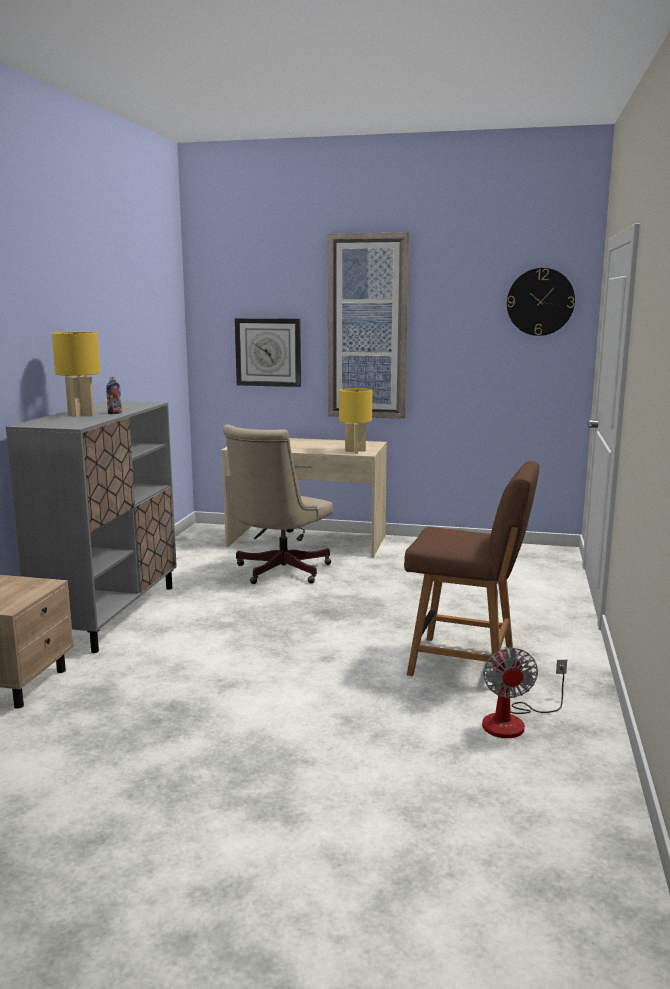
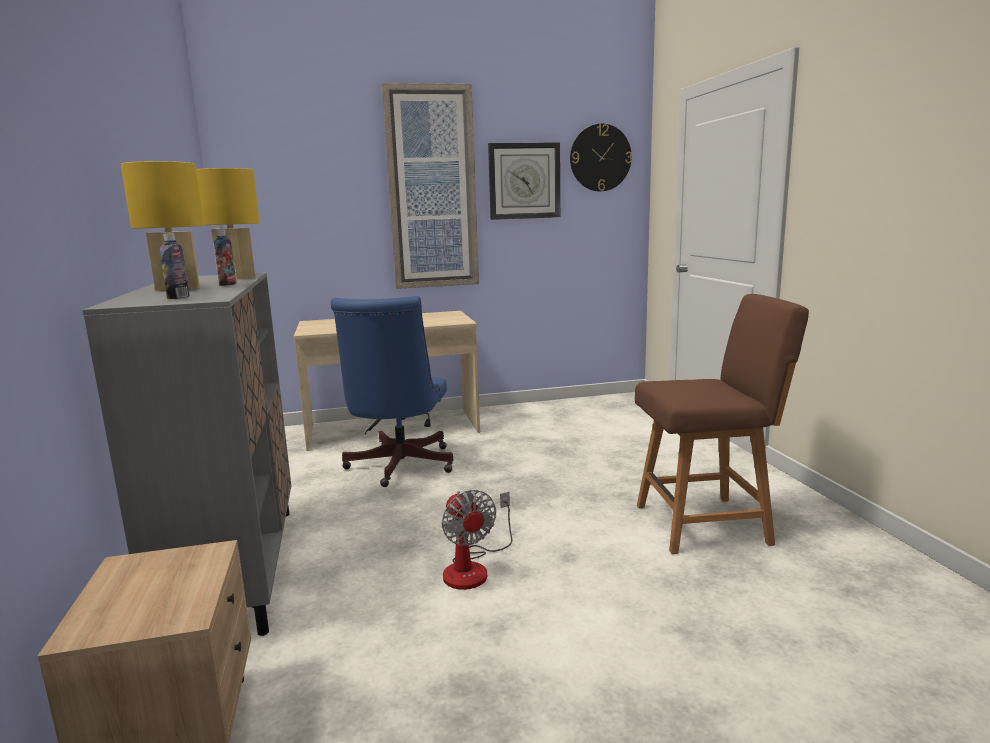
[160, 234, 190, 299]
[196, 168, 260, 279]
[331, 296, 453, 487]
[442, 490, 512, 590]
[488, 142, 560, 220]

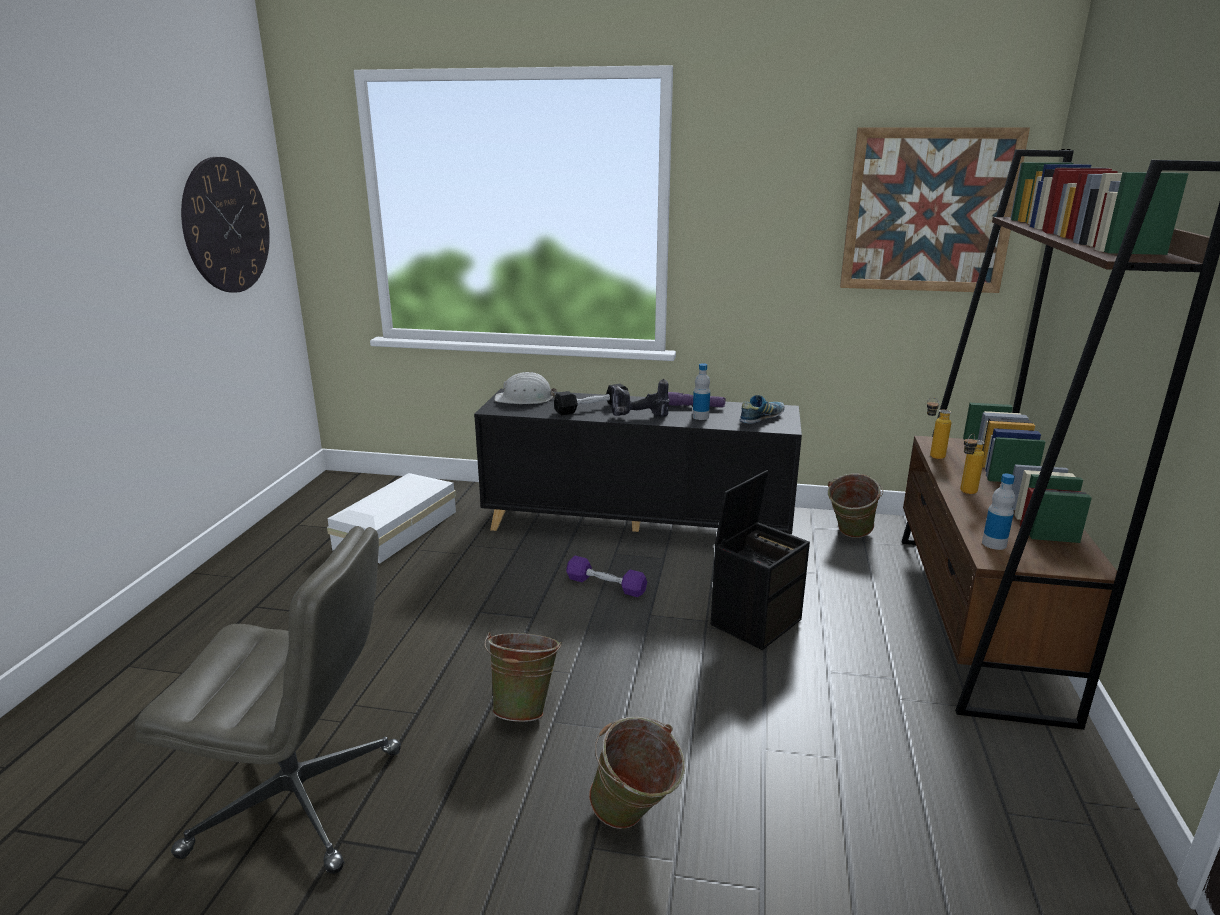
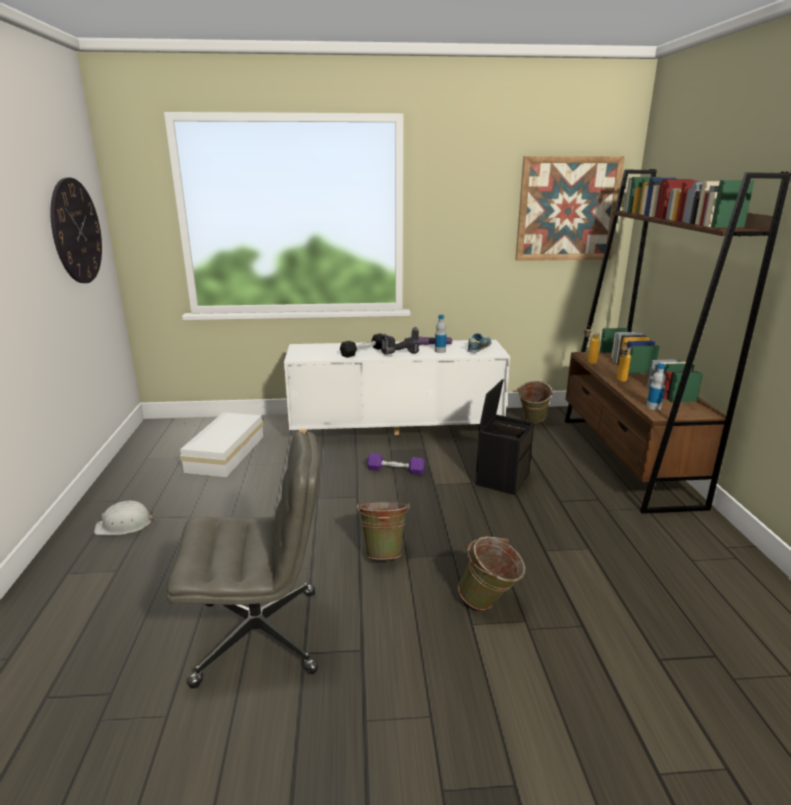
[94, 501, 155, 535]
[284, 340, 510, 435]

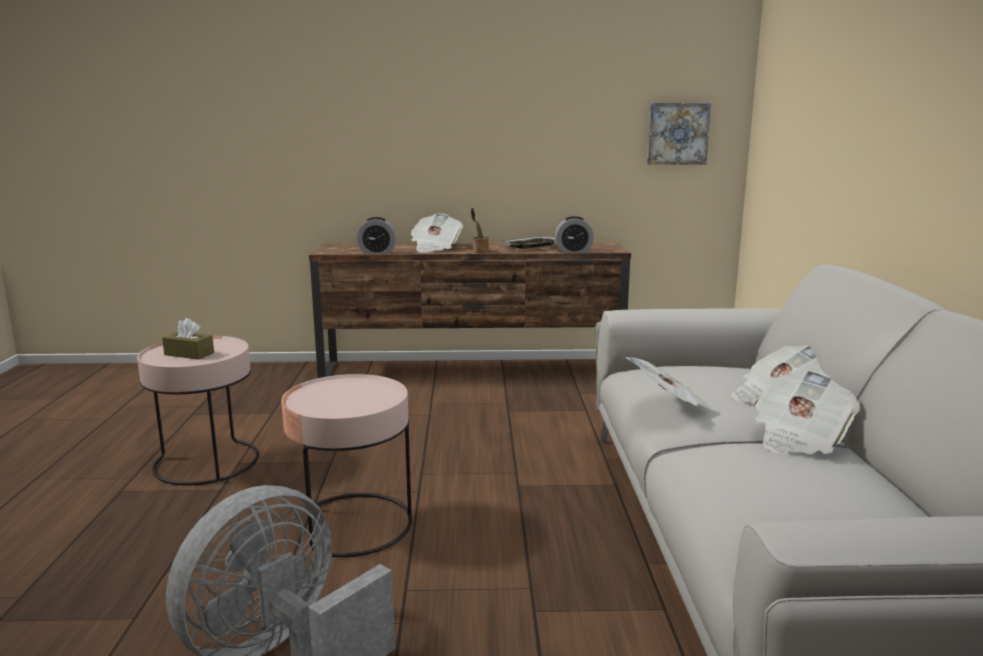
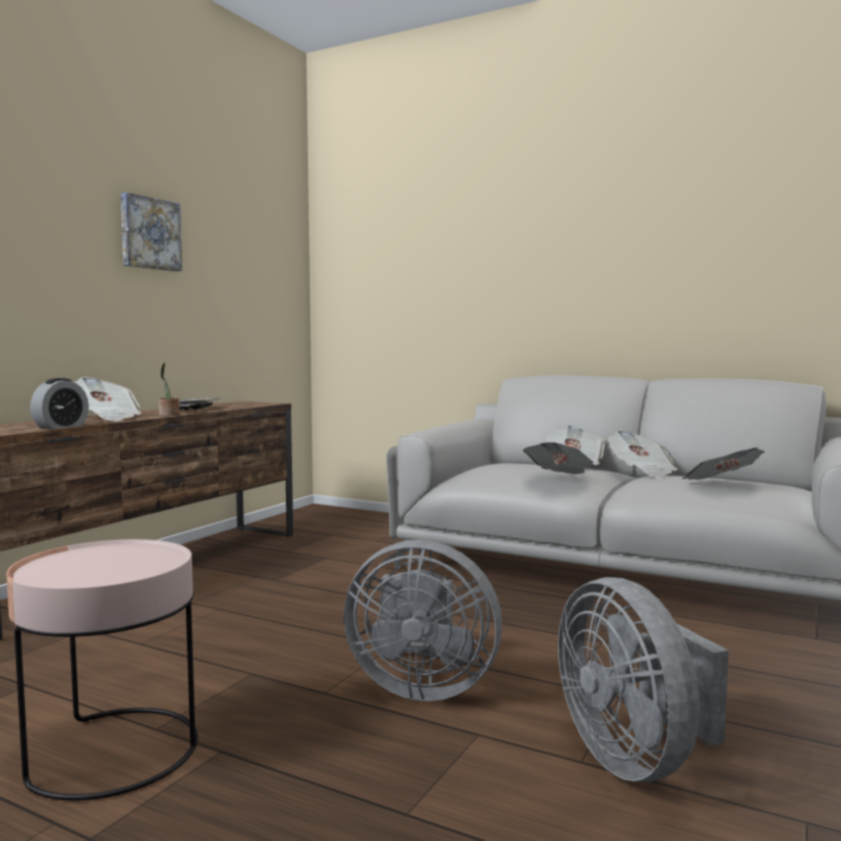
[121, 192, 182, 272]
[344, 540, 502, 701]
[682, 448, 764, 480]
[162, 318, 214, 360] (first image)
[554, 216, 594, 253] (first image)

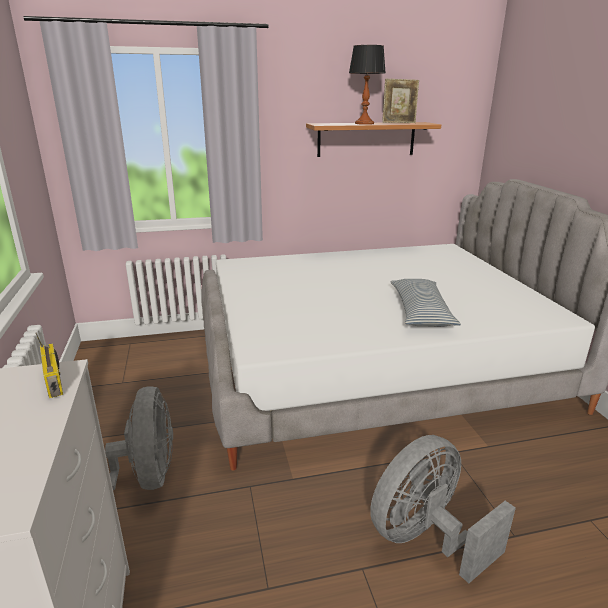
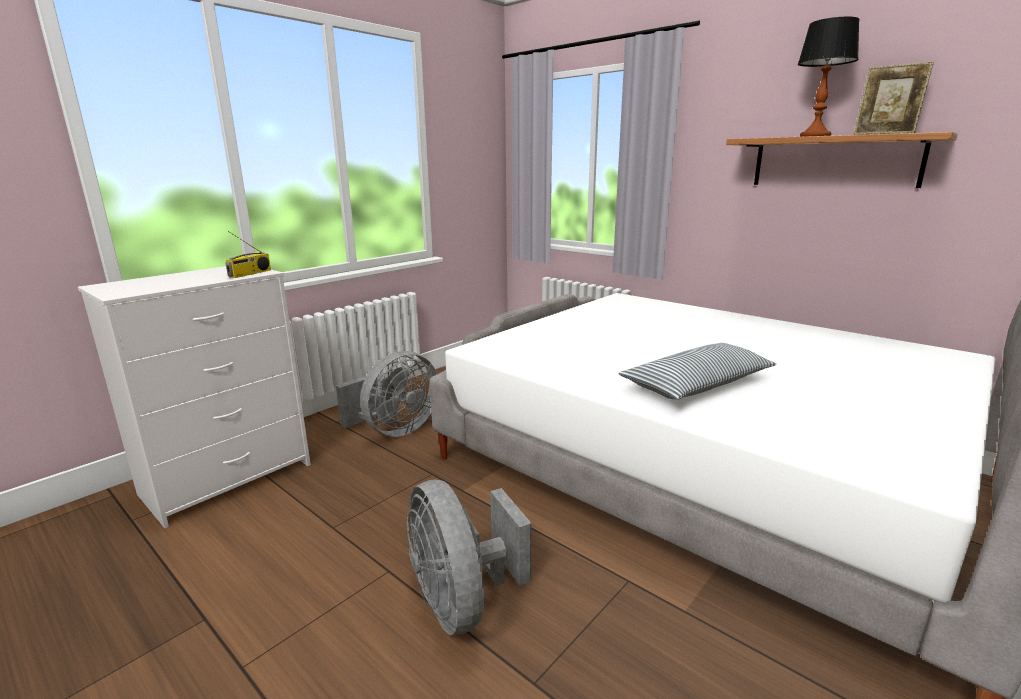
[407, 479, 532, 635]

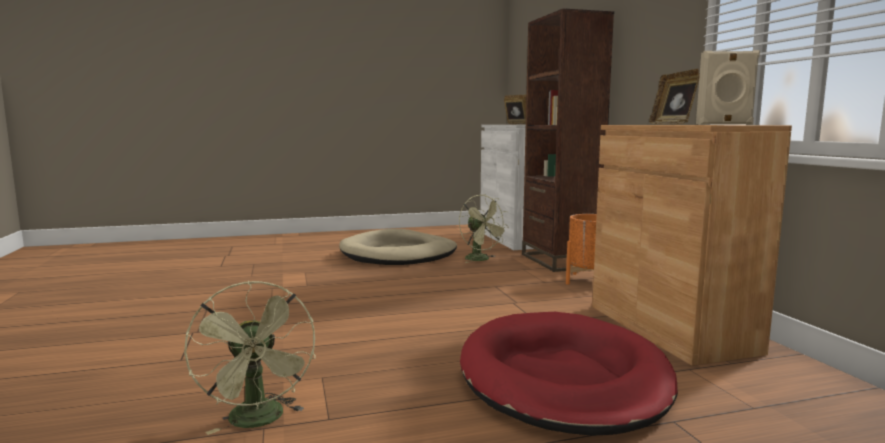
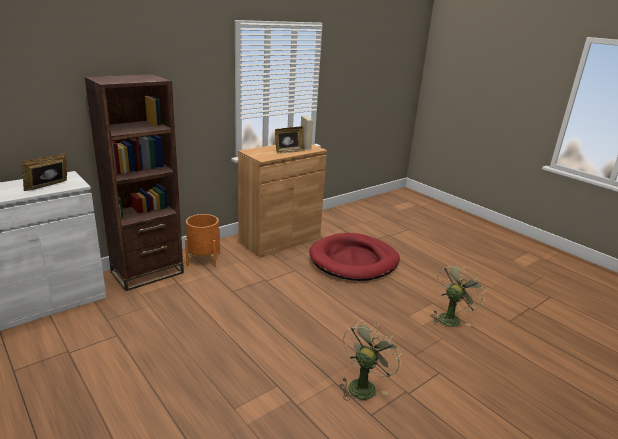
[339, 320, 403, 400]
[339, 229, 457, 265] (first image)

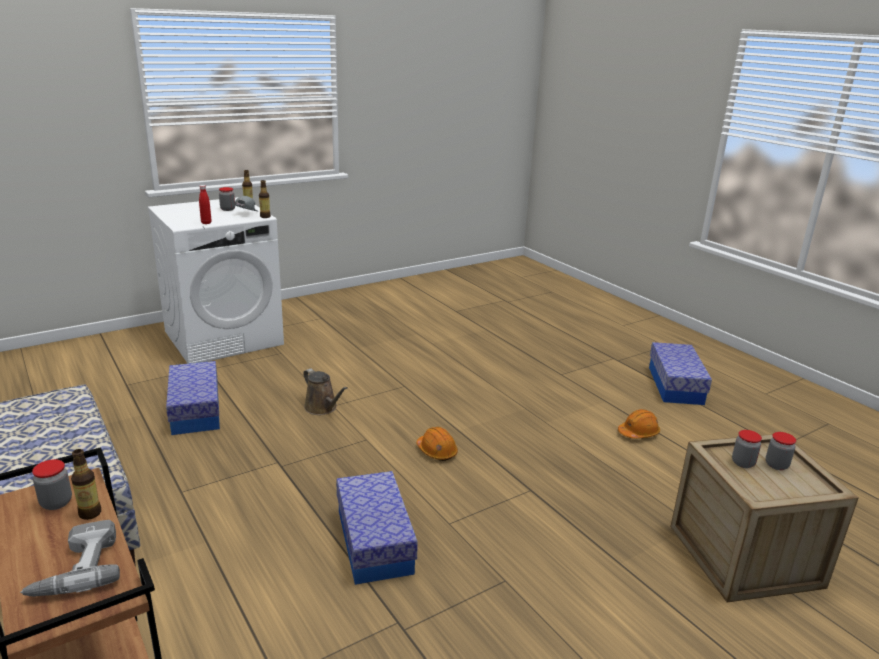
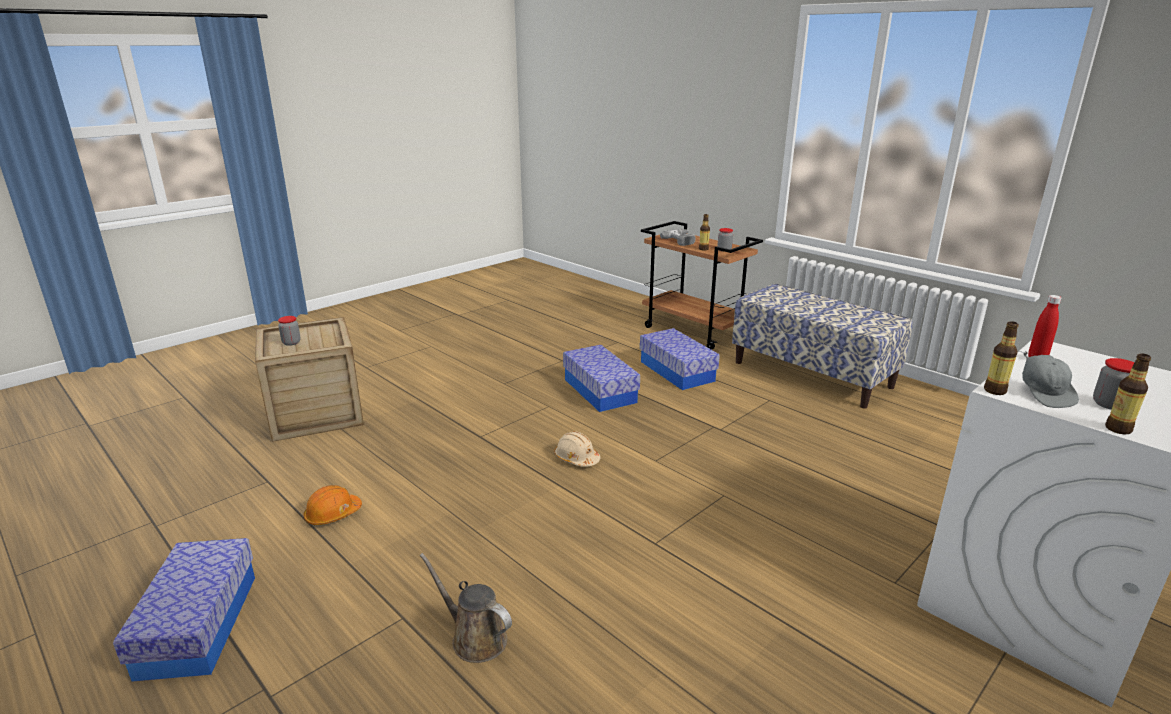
[420, 553, 512, 663]
[554, 432, 600, 467]
[640, 328, 720, 390]
[732, 430, 762, 468] (first image)

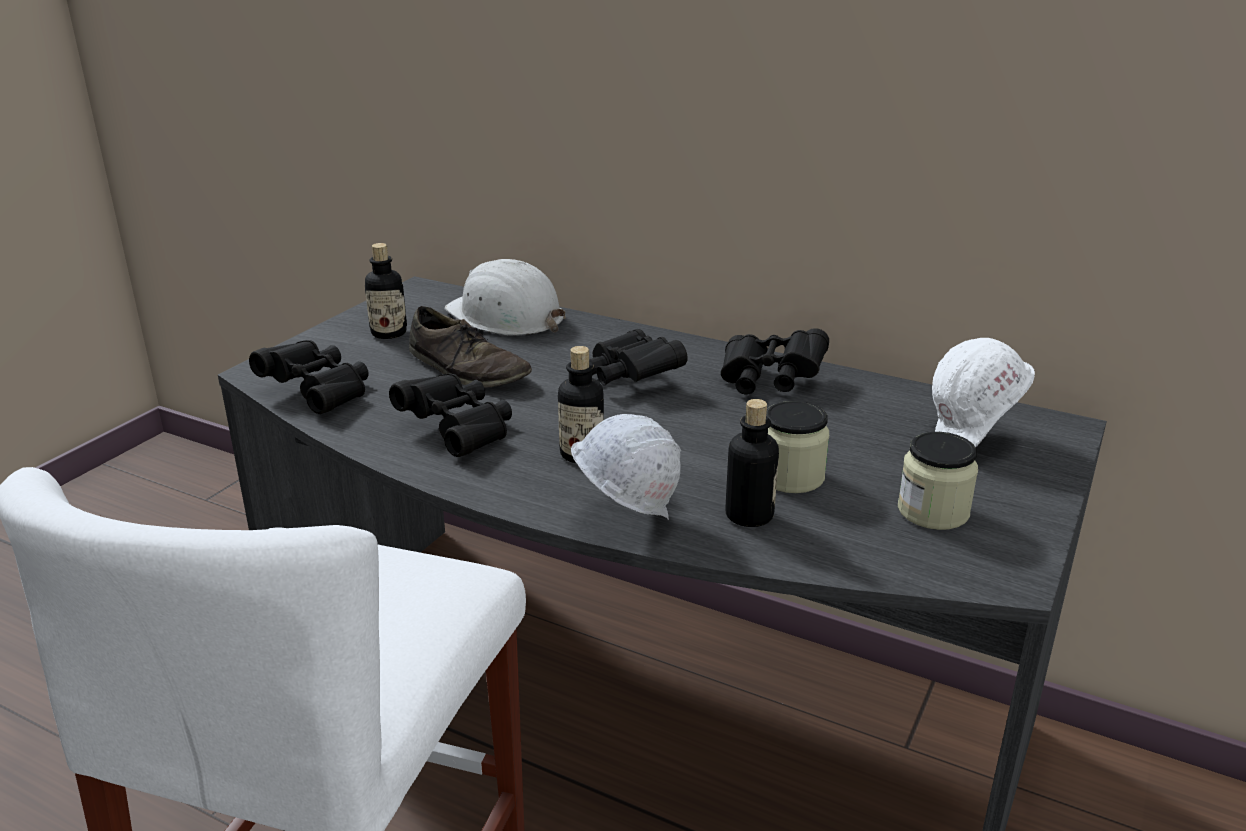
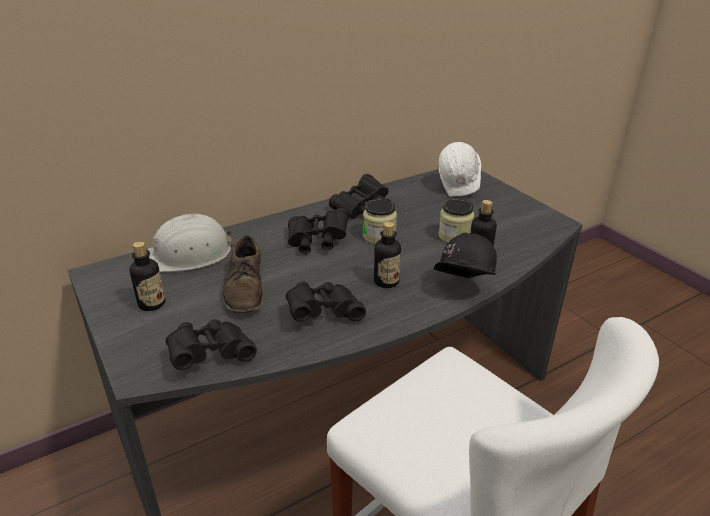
[223, 236, 263, 313]
[363, 199, 397, 244]
[433, 233, 497, 278]

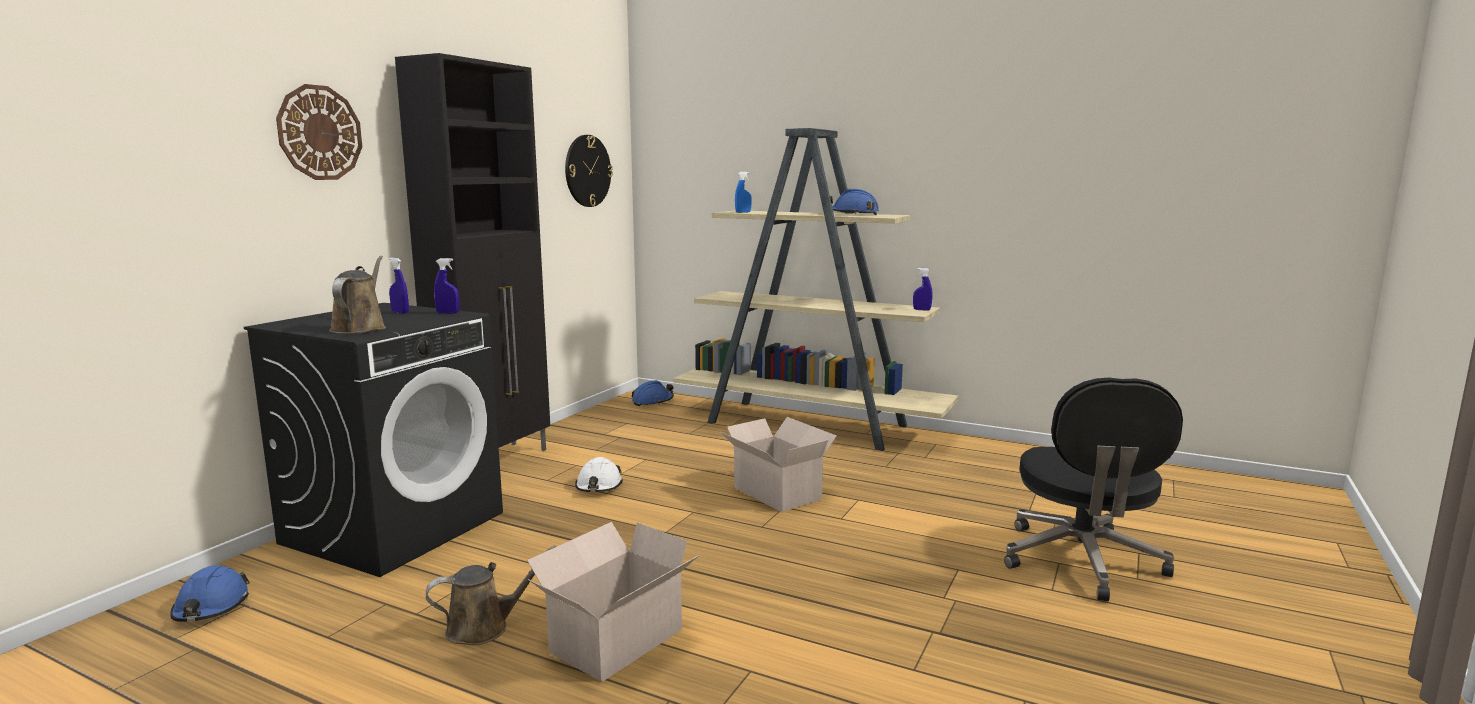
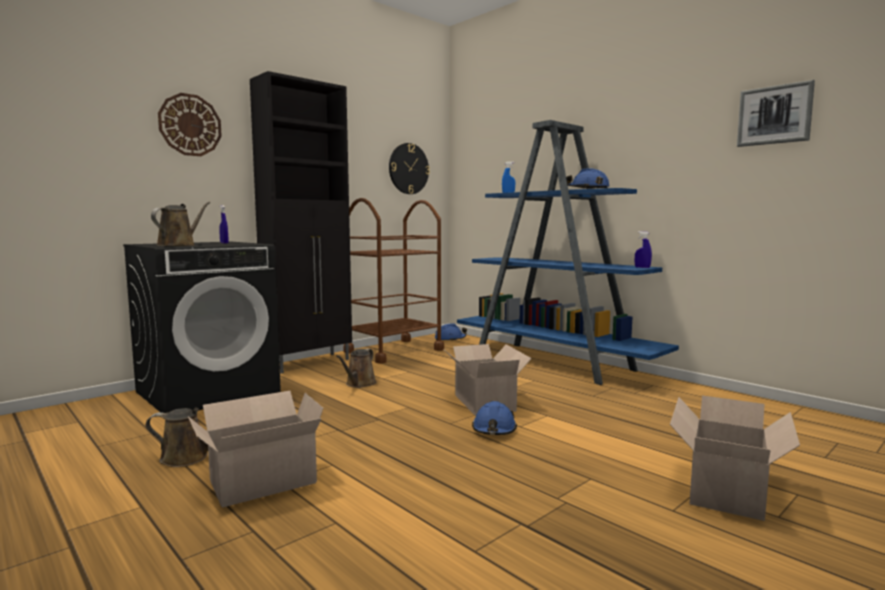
[336, 349, 377, 388]
[344, 198, 444, 364]
[457, 120, 679, 385]
[472, 401, 517, 435]
[670, 395, 800, 521]
[737, 80, 815, 147]
[434, 258, 459, 314] (first image)

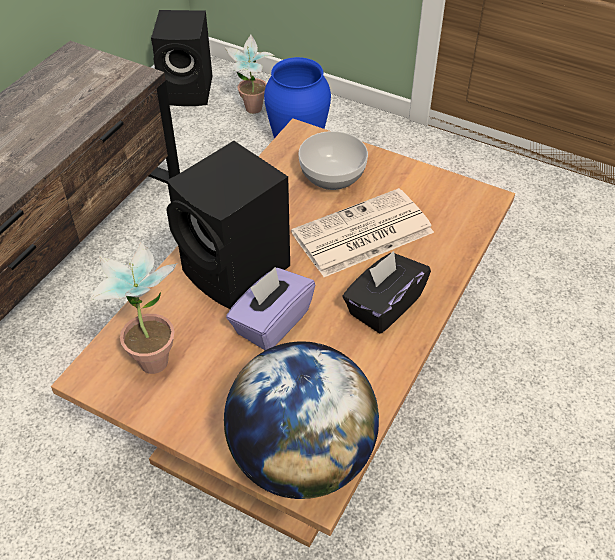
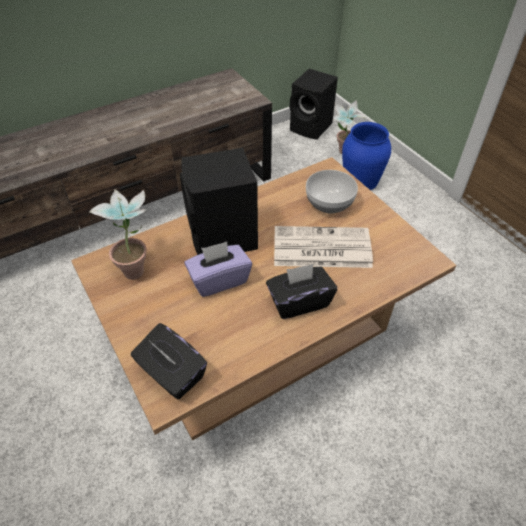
[131, 323, 207, 400]

